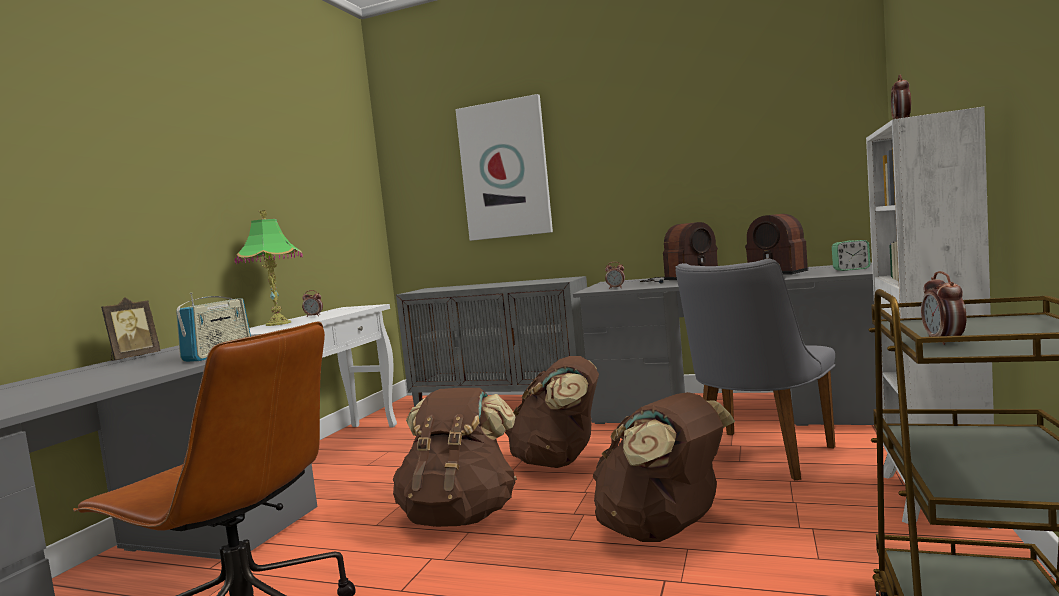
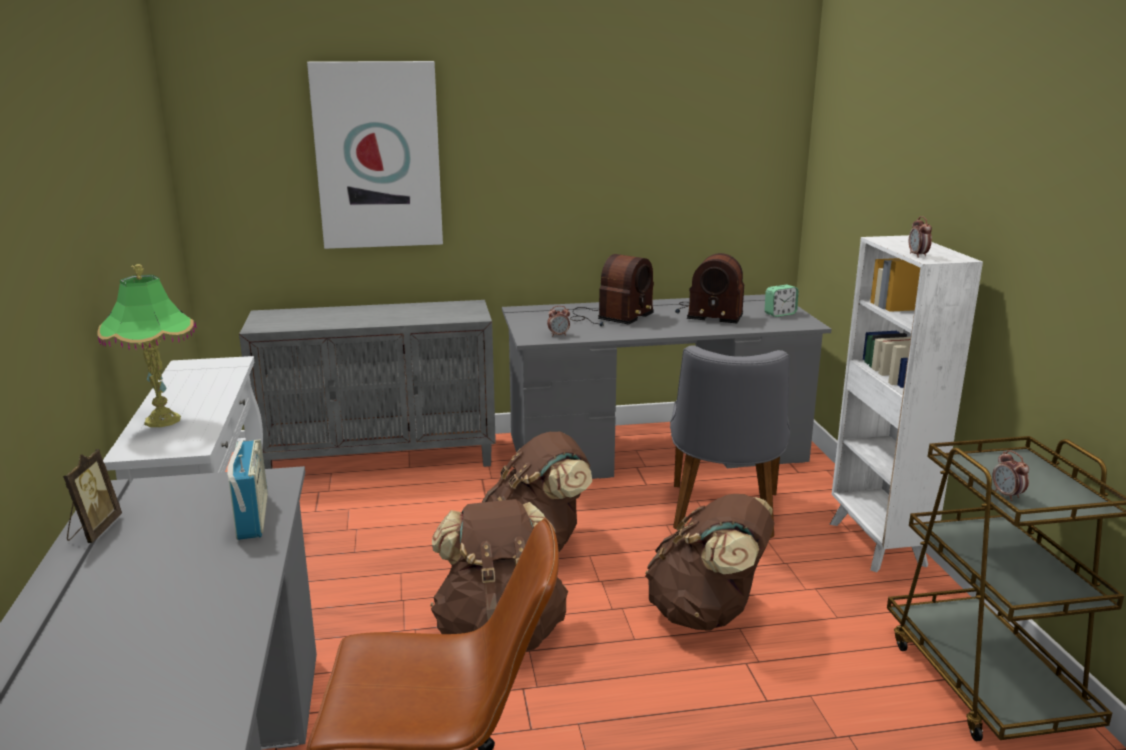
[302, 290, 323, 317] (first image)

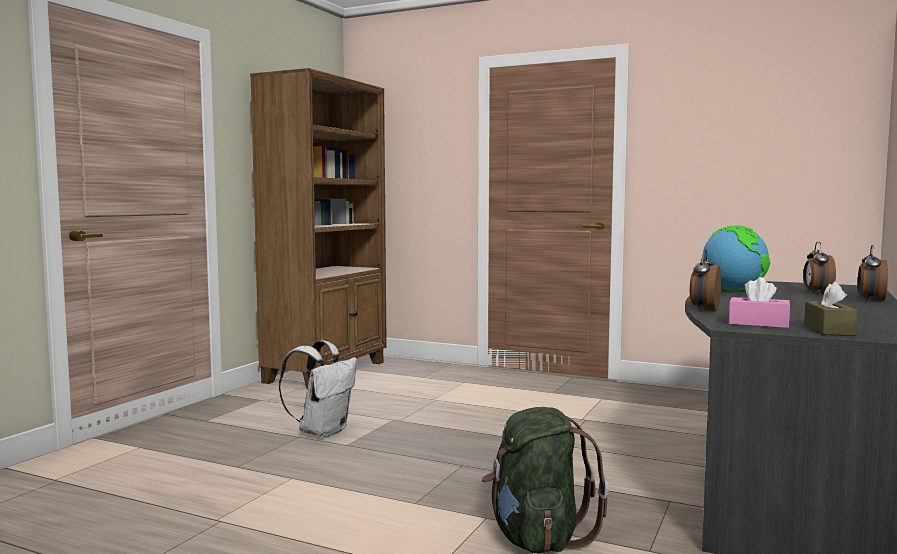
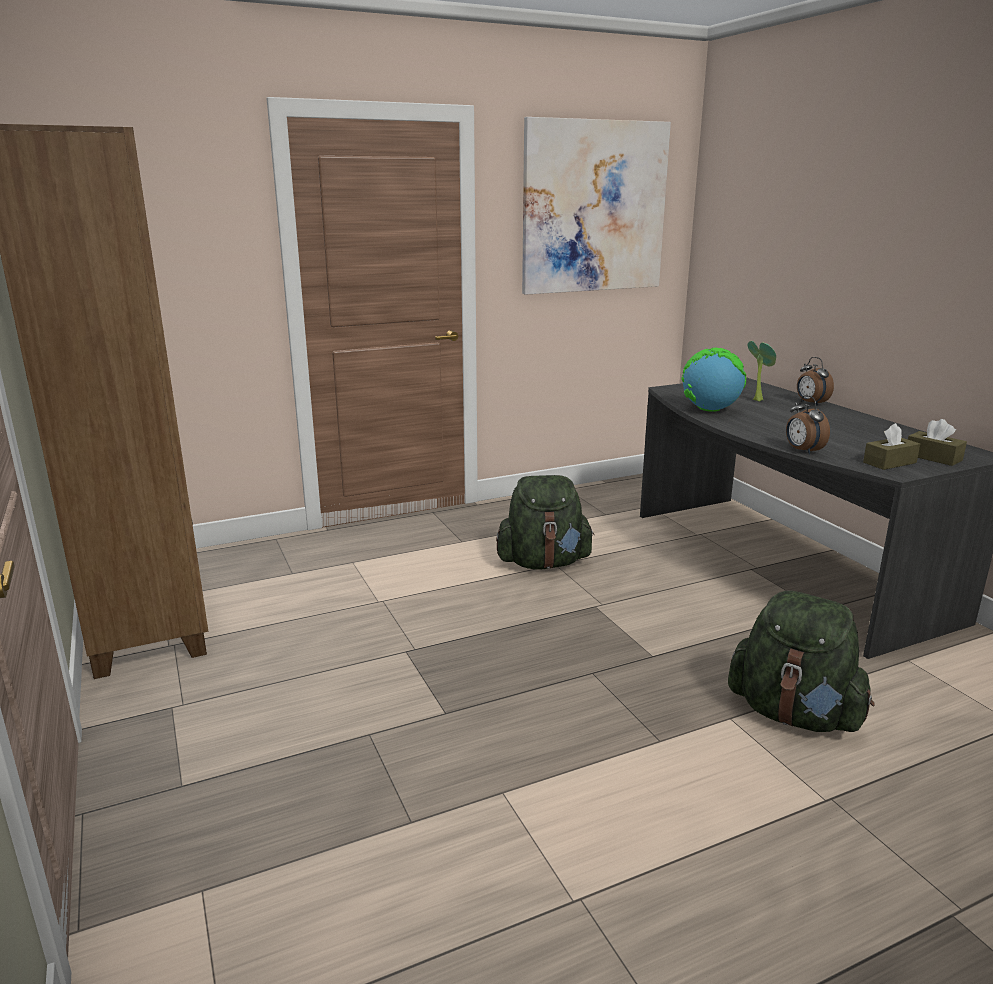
[496, 475, 595, 569]
[522, 117, 671, 295]
[748, 341, 776, 401]
[863, 423, 920, 470]
[279, 340, 357, 438] (first image)

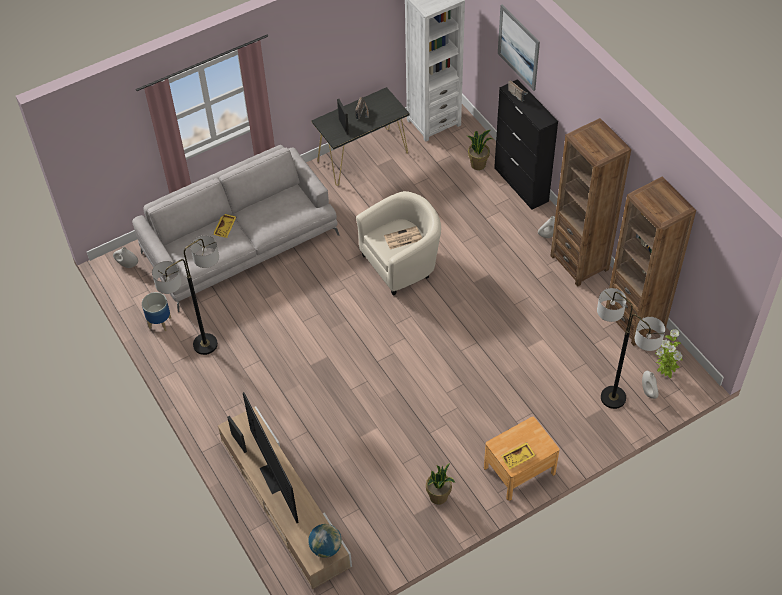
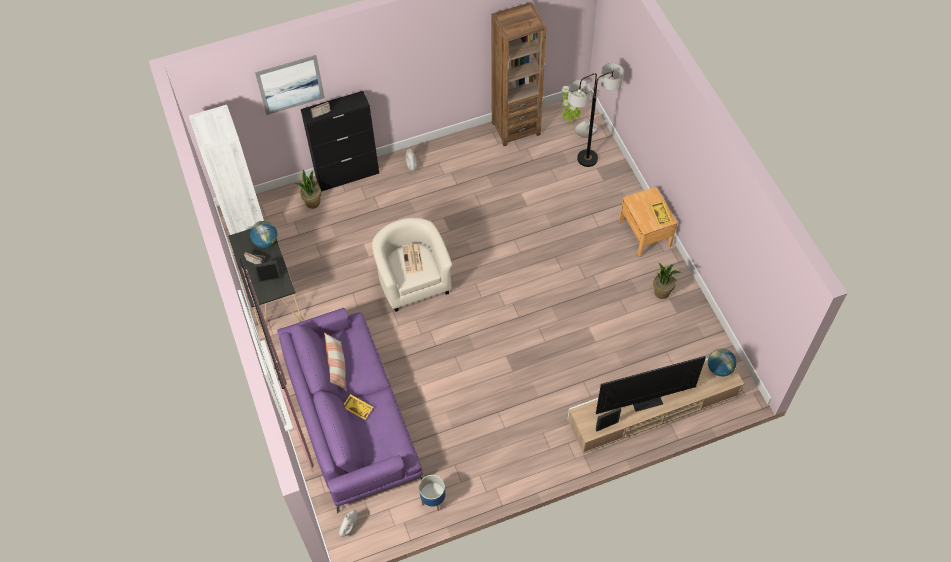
[250, 221, 277, 248]
[277, 308, 423, 513]
[324, 332, 347, 391]
[152, 236, 219, 355] (first image)
[550, 118, 631, 287] (first image)

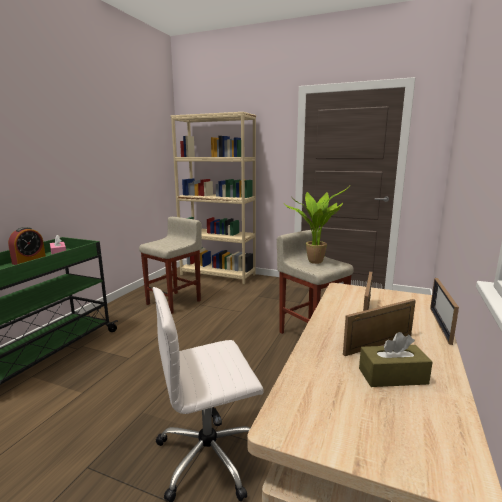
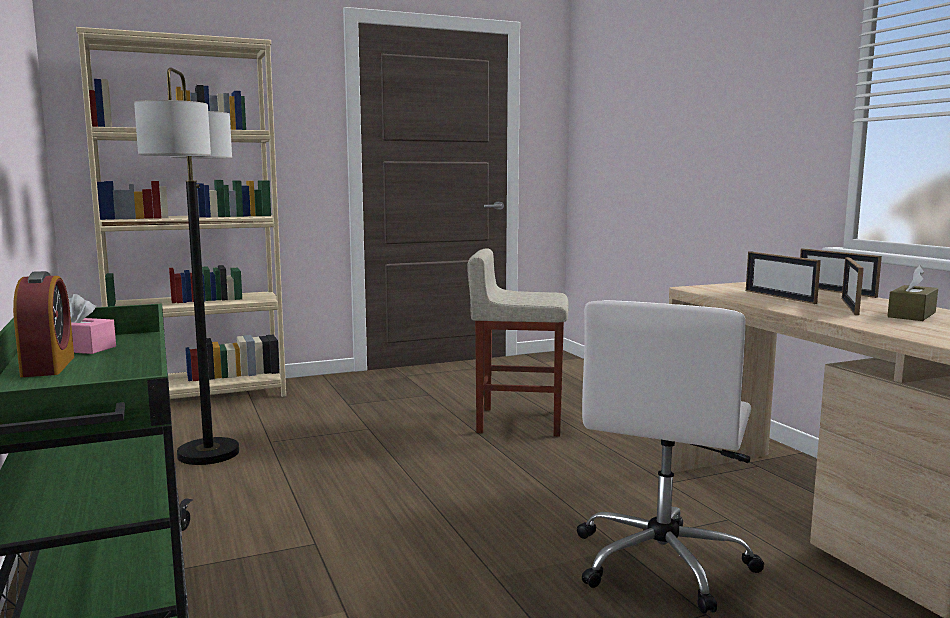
[134, 68, 239, 465]
[284, 187, 349, 264] (first image)

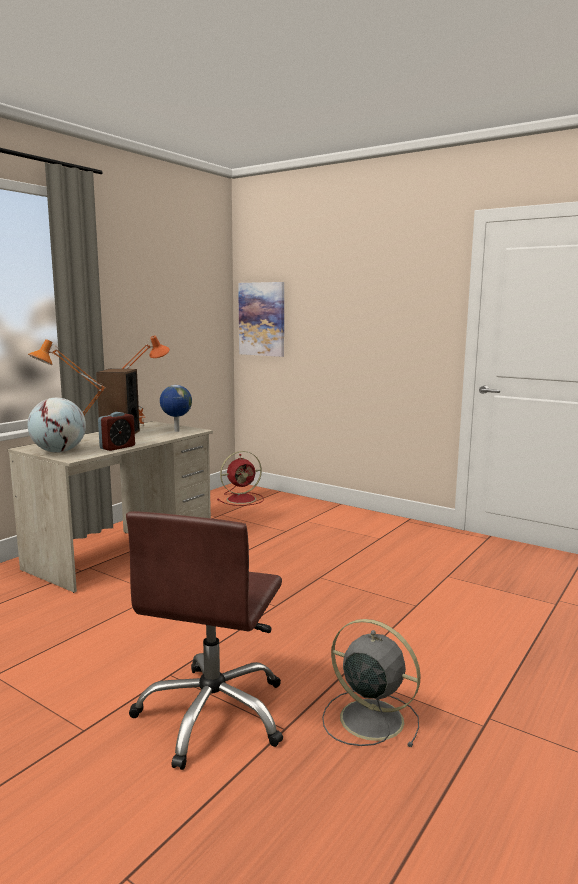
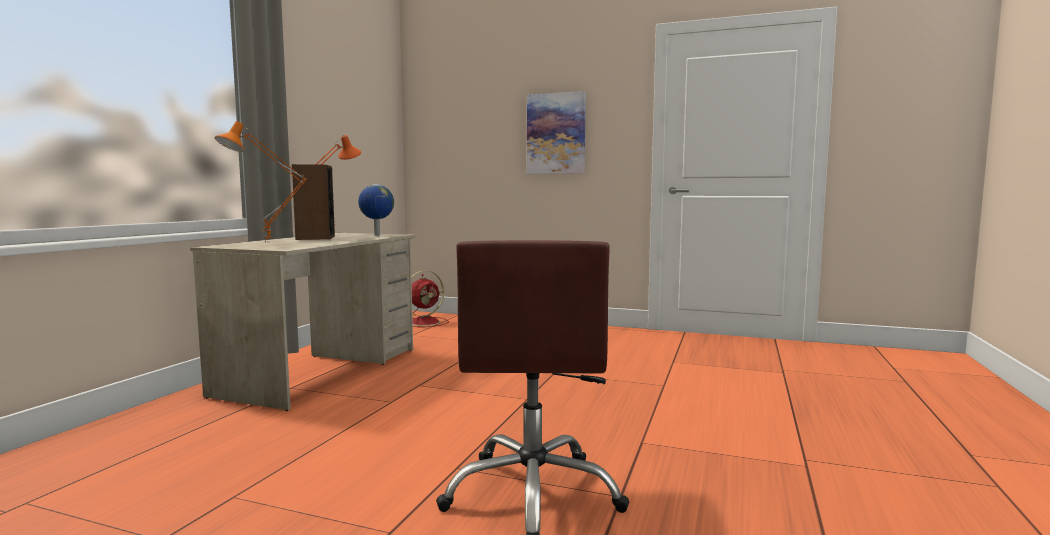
[527, 91, 586, 174]
[28, 398, 86, 453] (first image)
[98, 412, 135, 451] (first image)
[322, 619, 421, 747] (first image)

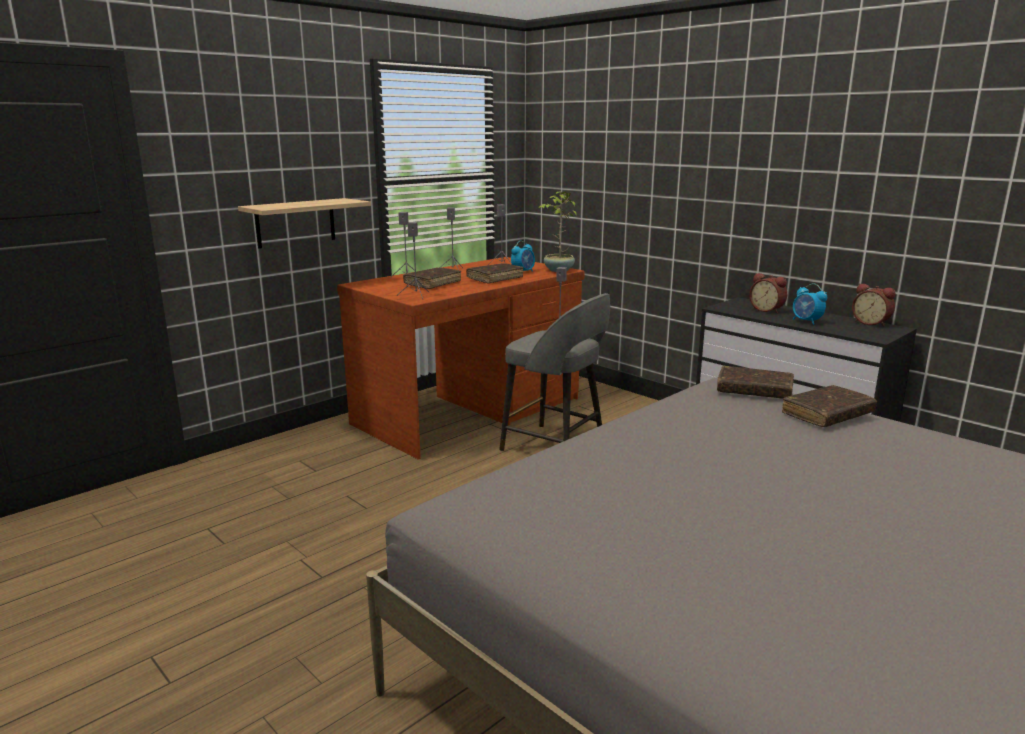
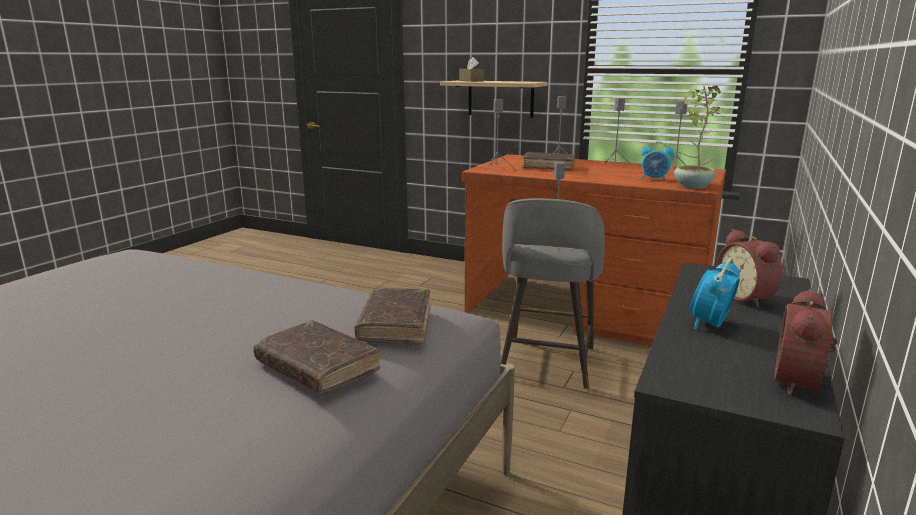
[459, 57, 484, 82]
[716, 229, 783, 307]
[466, 263, 523, 284] (first image)

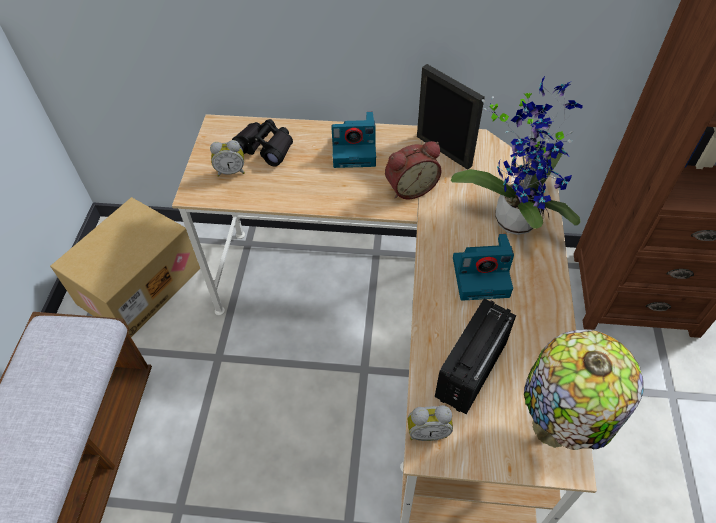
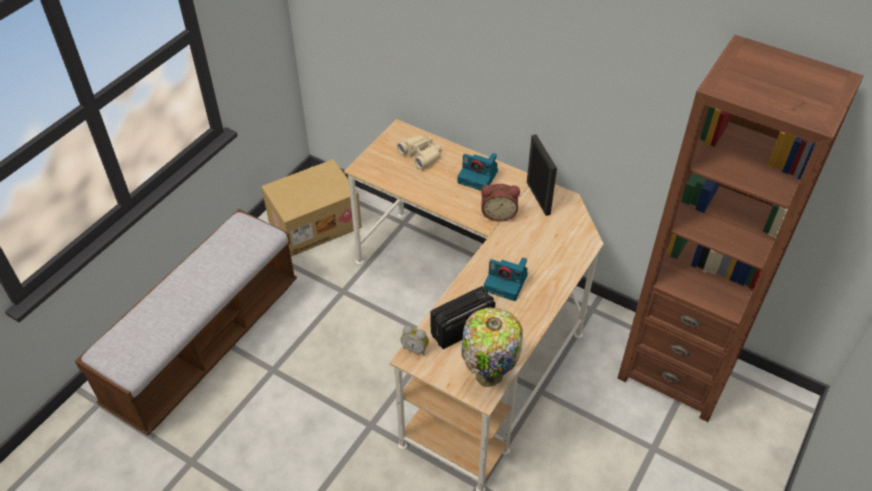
[397, 135, 442, 169]
[210, 140, 245, 177] (first image)
[450, 76, 583, 235] (first image)

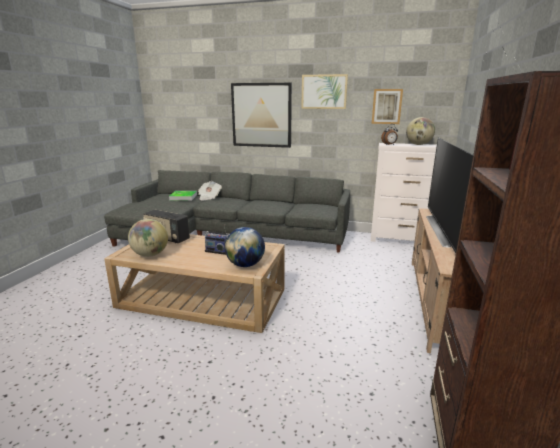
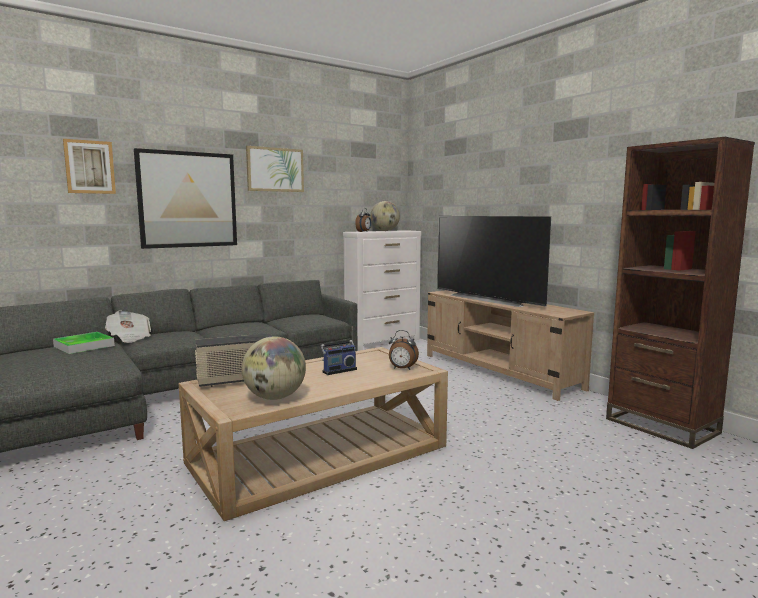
[63, 139, 116, 194]
[389, 330, 419, 370]

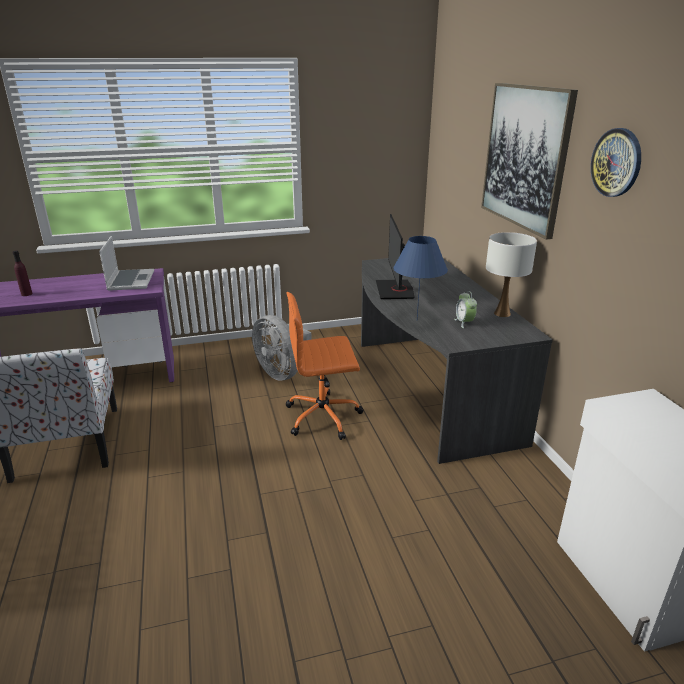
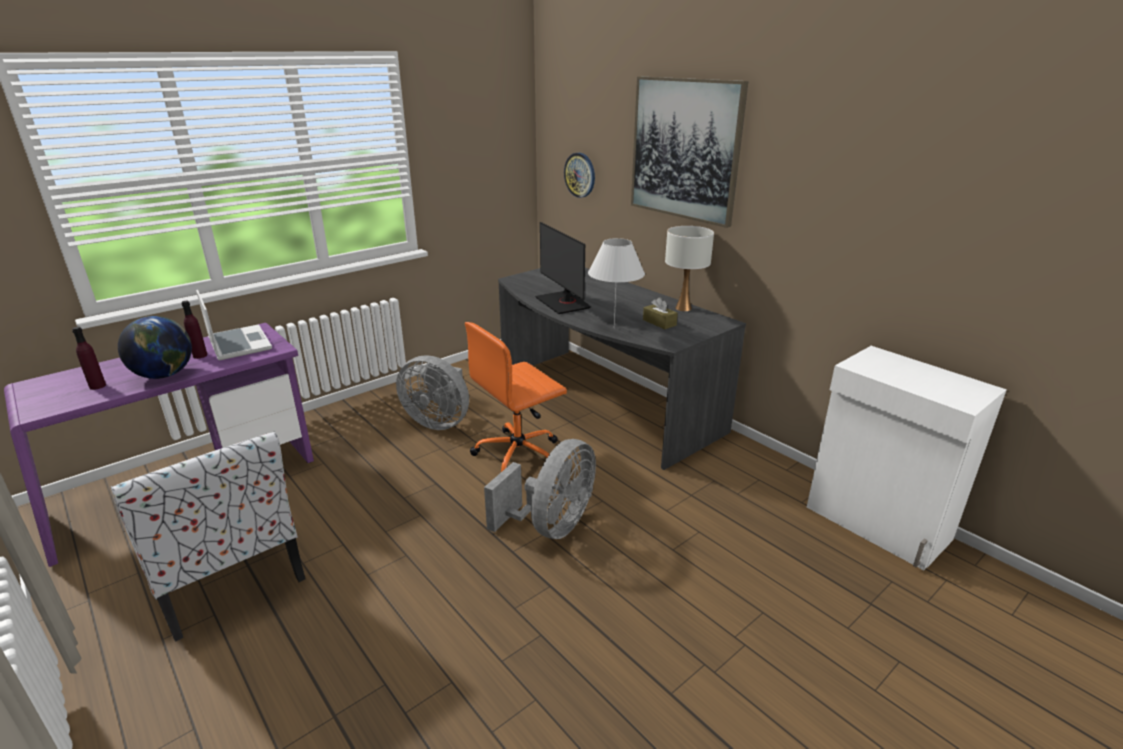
[118, 316, 192, 379]
[182, 301, 207, 359]
[484, 439, 596, 539]
[564, 153, 595, 198]
[588, 238, 645, 328]
[643, 297, 678, 329]

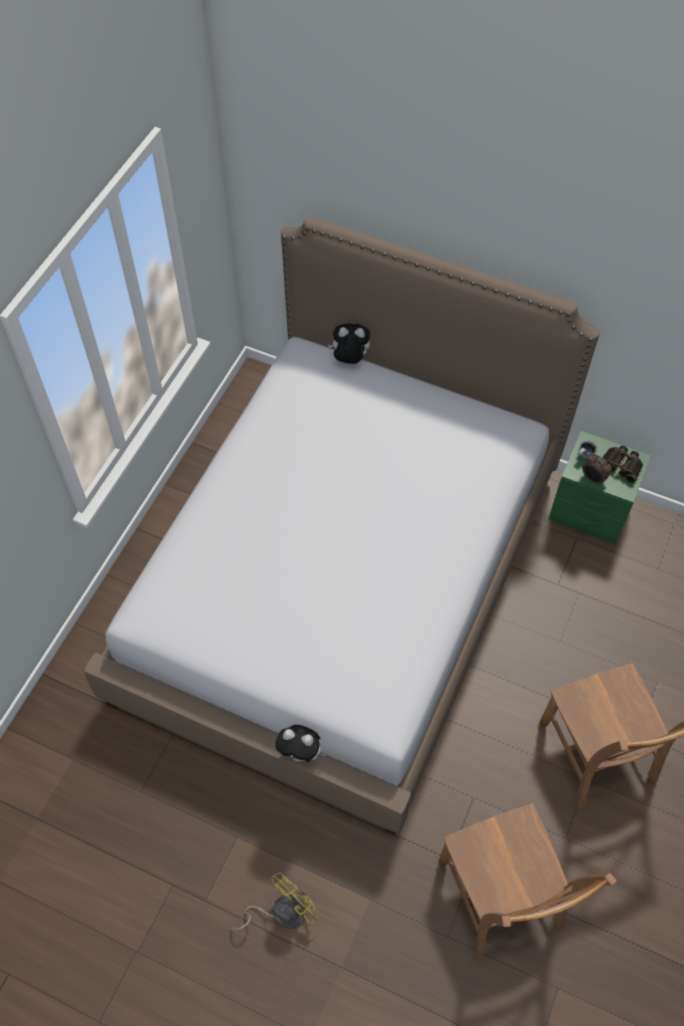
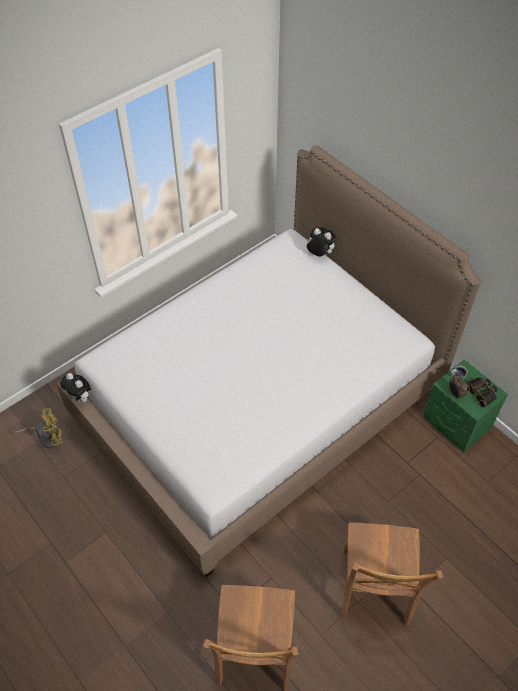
[14, 408, 63, 449]
[60, 373, 91, 402]

